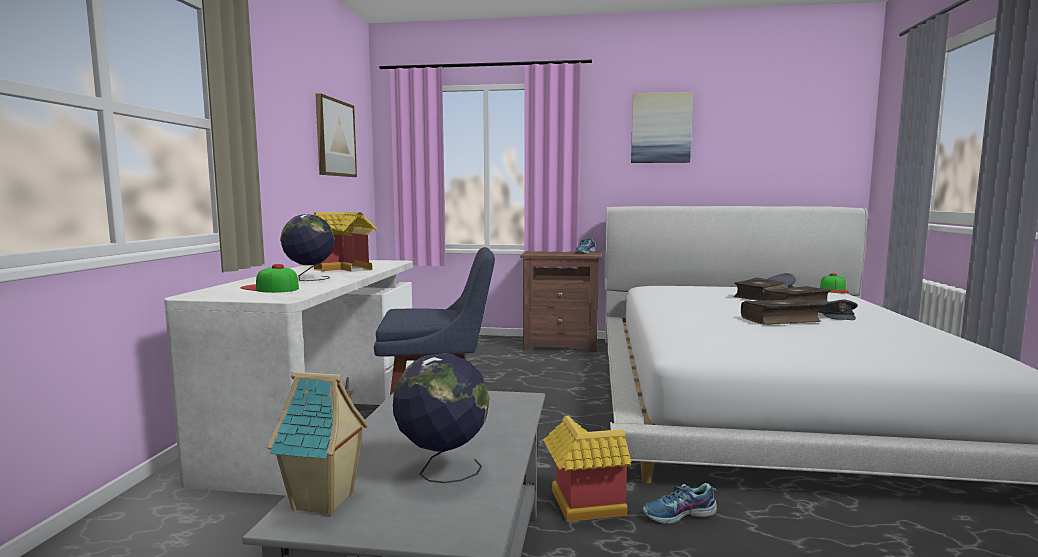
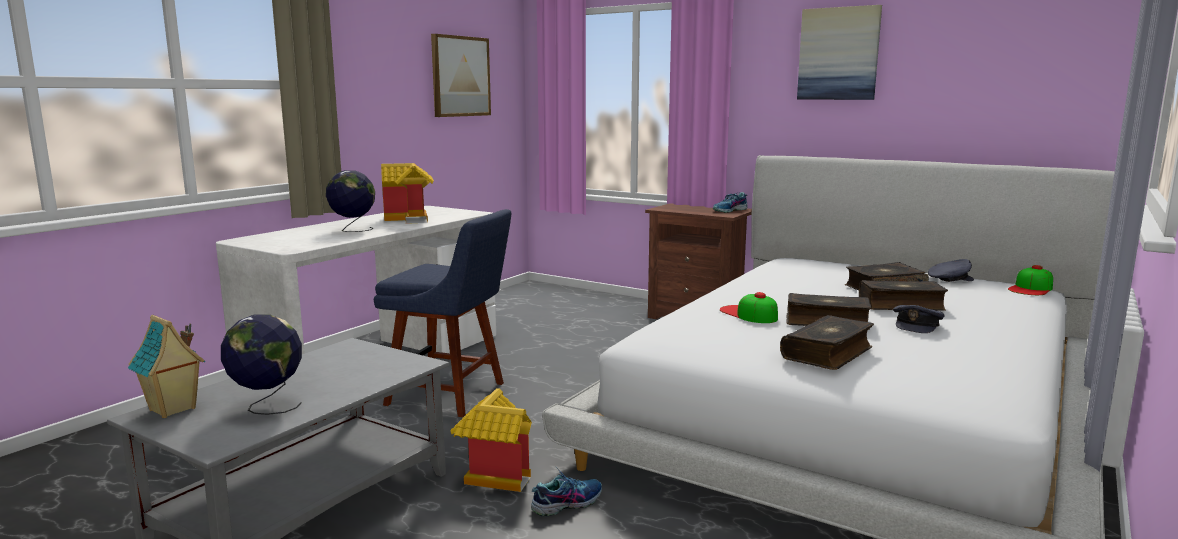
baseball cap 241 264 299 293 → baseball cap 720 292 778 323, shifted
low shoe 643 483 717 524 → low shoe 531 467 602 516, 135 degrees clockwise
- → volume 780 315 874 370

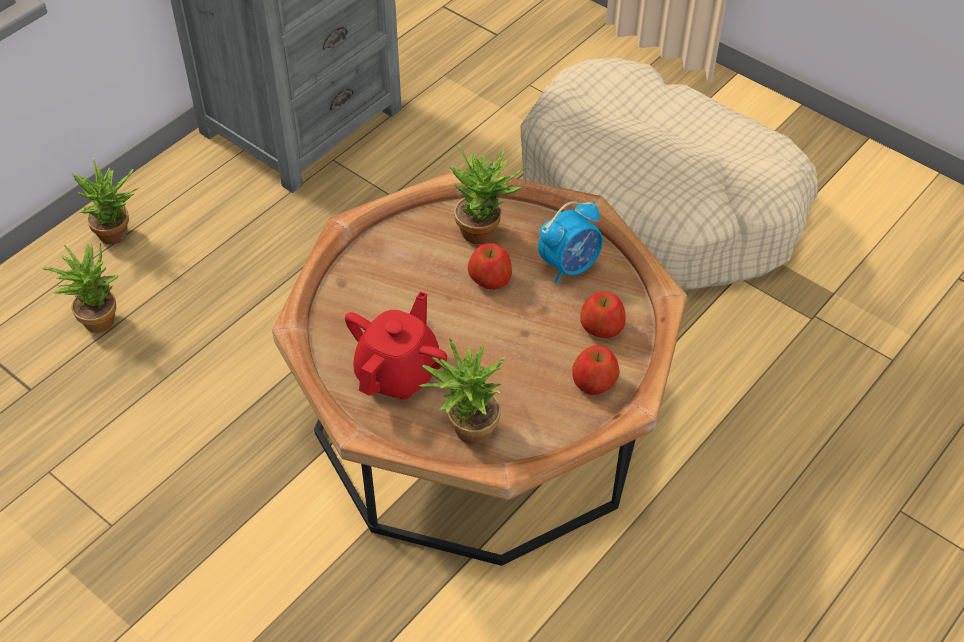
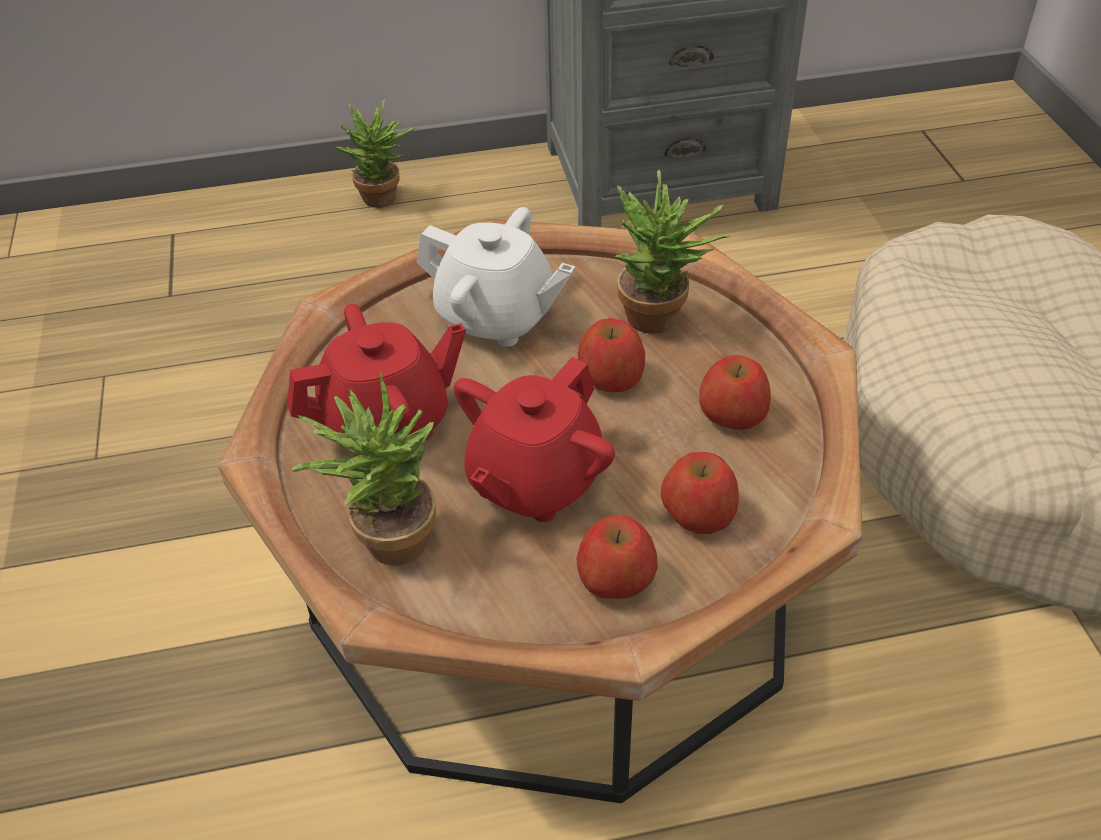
bedside clock 538 201 603 284 → apple 699 355 771 430
houseplant 43 243 119 333 → -
- → pot for tea (white-coloured) 417 207 575 347
- → pot for tea (red) 454 357 615 522

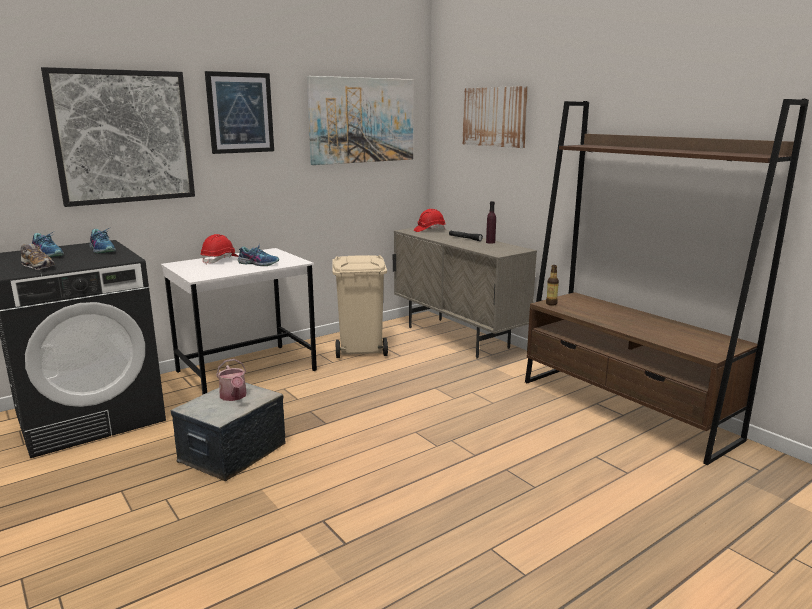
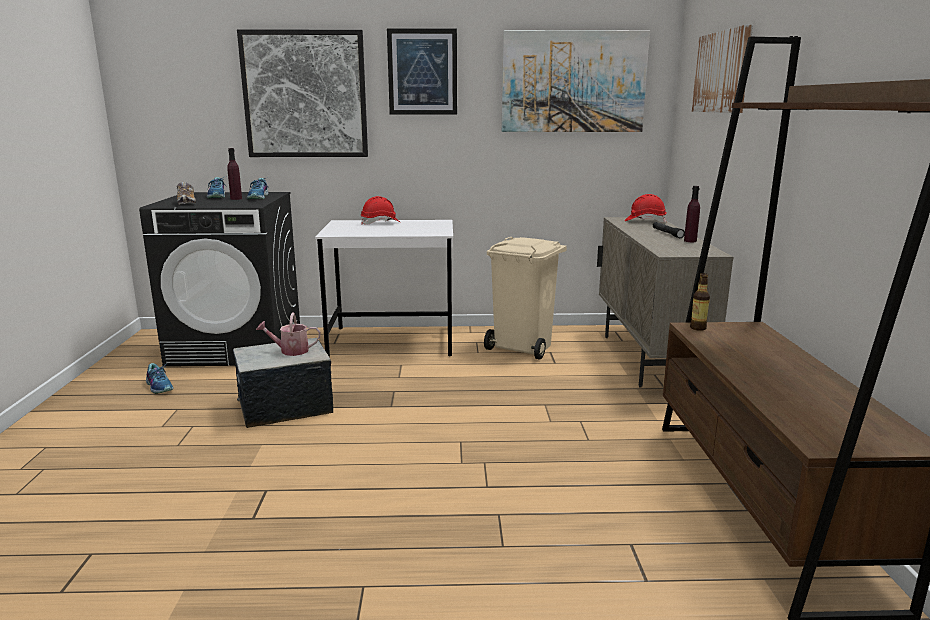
low shoe 238 244 279 266 → low shoe 146 363 174 394, shifted
watering can 216 359 247 401 → watering can 256 313 321 356, 75 degrees clockwise
- → beverage bottle (purple) 227 148 242 200

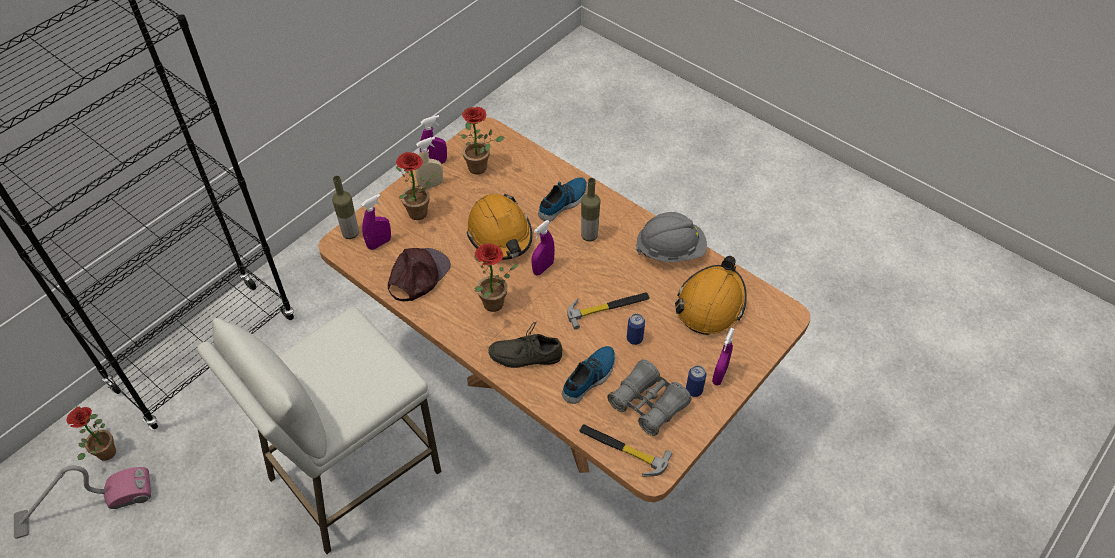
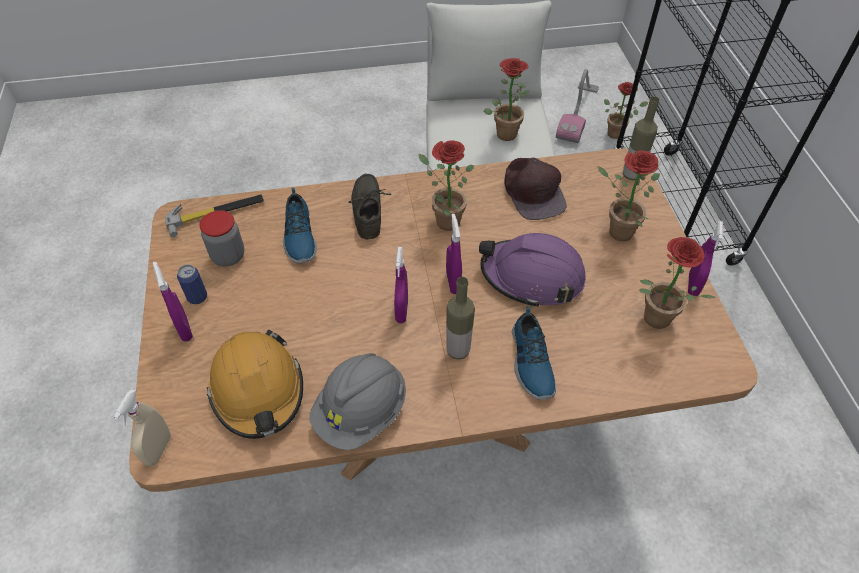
hand sprayer (beige) 415 137 443 189 → hand sprayer (beige) 114 390 171 466, shifted
hand sprayer (purple) 361 194 391 250 → hand sprayer (purple) 394 247 408 323, shifted
work helmet (orange-coloured) 467 194 532 260 → work helmet (purple) 479 233 586 307
hammer 568 292 650 330 → -
sealed can 627 313 645 345 → -
low shoe (greyish) 488 322 562 368 → low shoe (greyish) 349 174 391 240, 45 degrees counterclockwise
field glasses (greyish) 607 359 691 436 → storage jar 199 210 244 266
- → houseplant 484 58 530 141

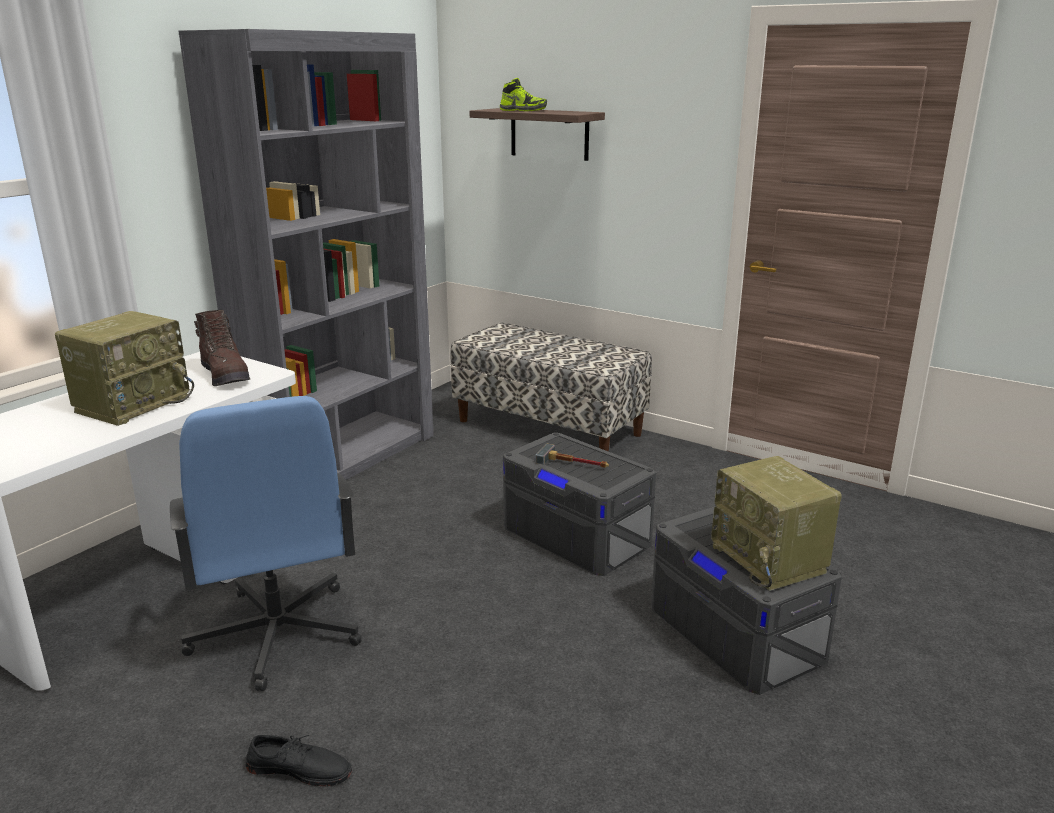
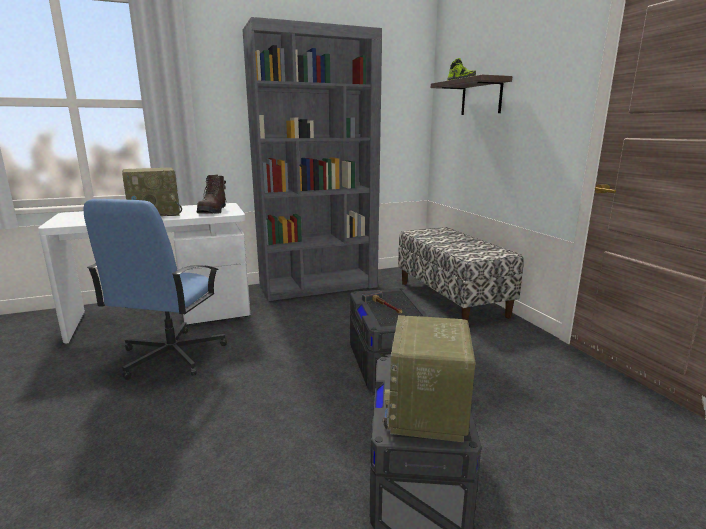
low shoe (blackish) 246 735 352 786 → -

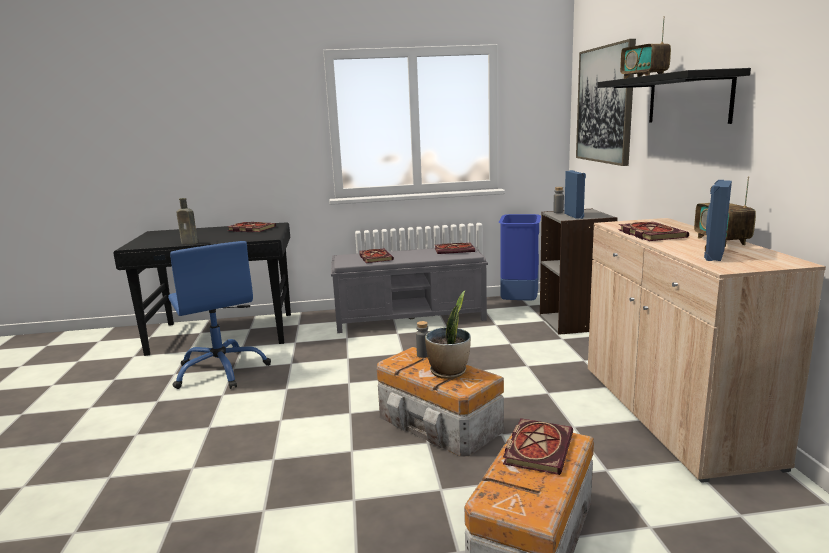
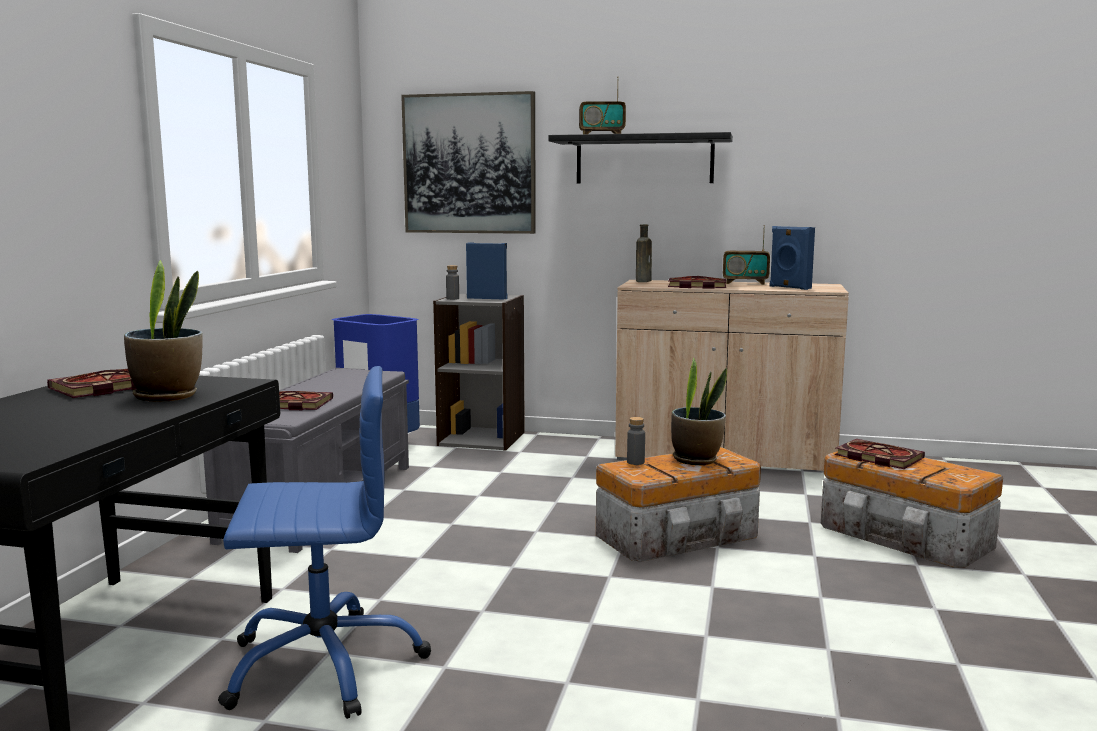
beverage bottle (brown) 176 198 198 244 → beverage bottle (brown) 636 224 652 282, shifted
volume 435 243 475 254 → -
- → houseplant 124 260 202 402

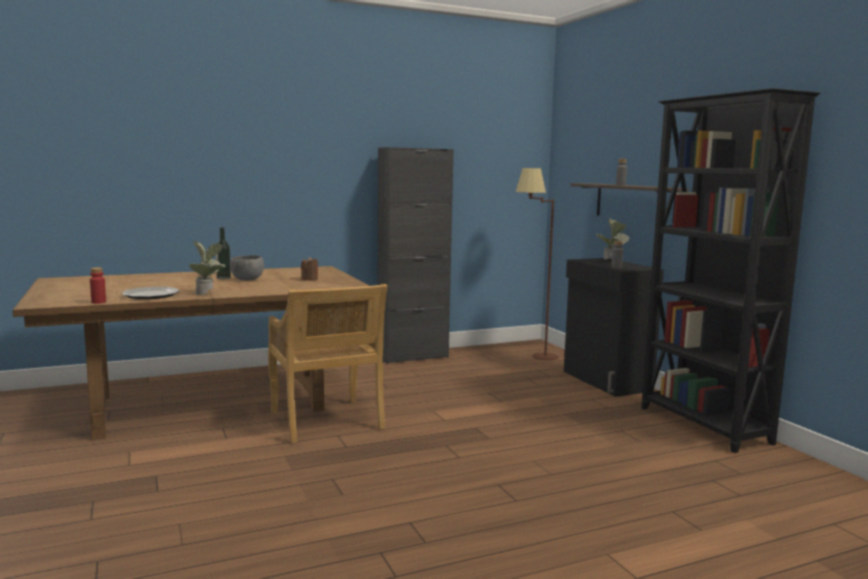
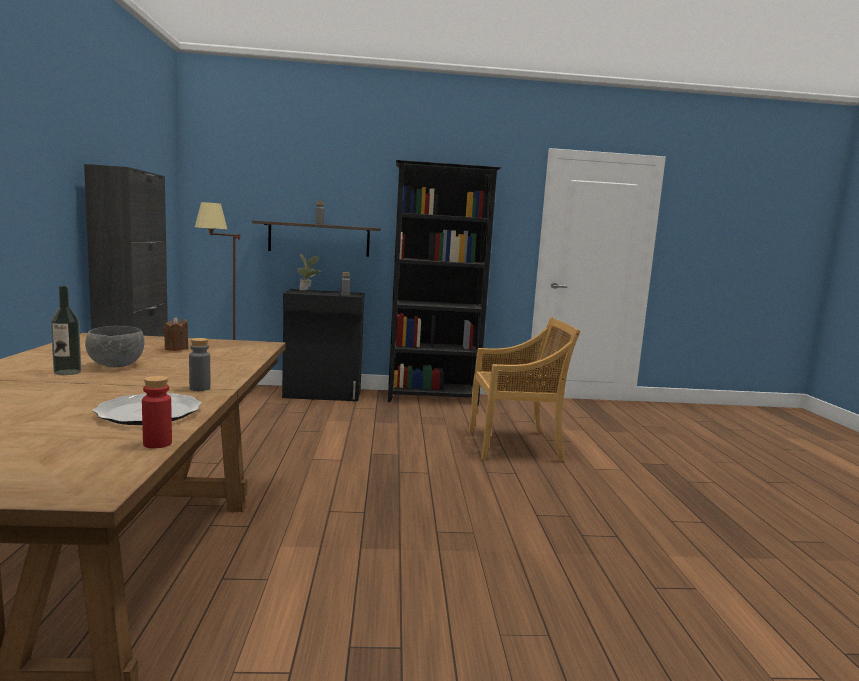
houseplant 189 241 226 295 → beverage bottle (greyish) 189 338 210 391
plain chair (beige) 268 284 388 443 → plain chair (beige) 468 317 581 461, shifted

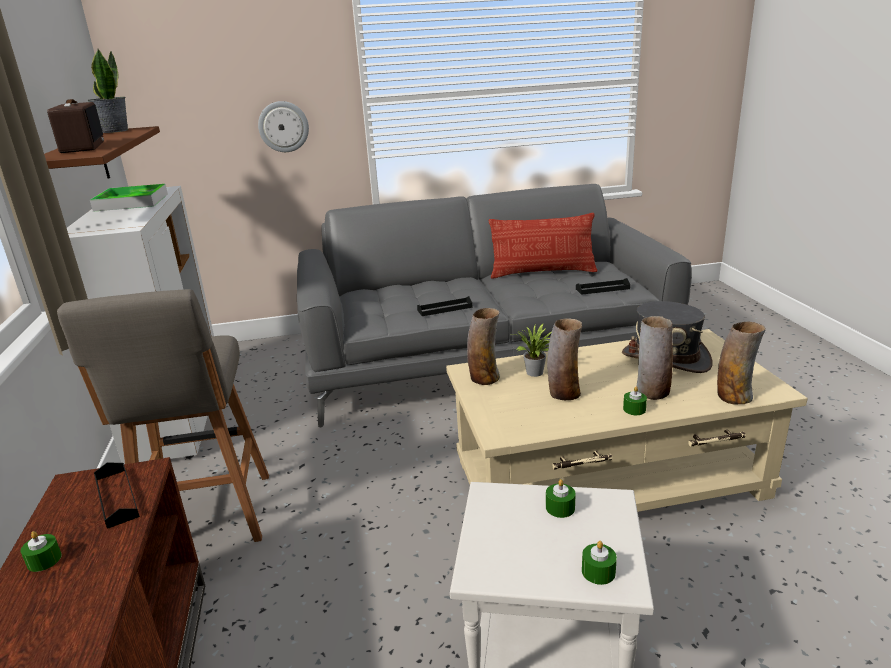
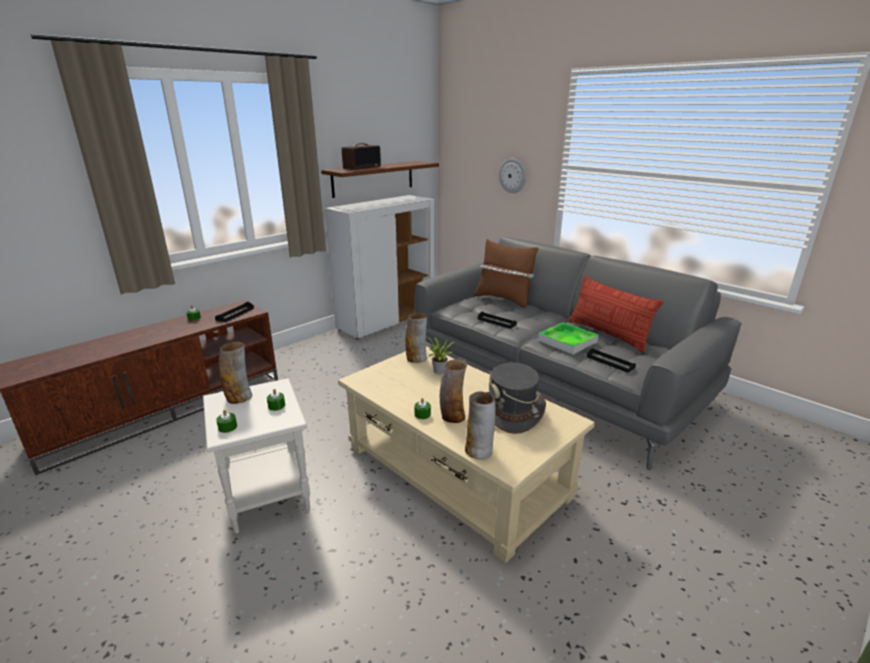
houseplant 87 49 128 133 → -
serving tray 90 184 168 212 → serving tray 538 322 598 355, shifted
sitting stool (greyish) 57 289 269 542 → -
decorative vase 547 318 582 400 → decorative vase 219 342 252 404, shifted
- → pillow (brown) 474 239 539 308

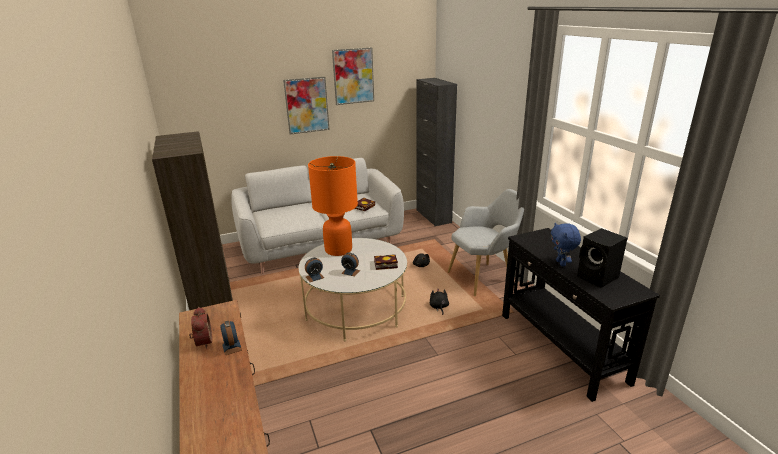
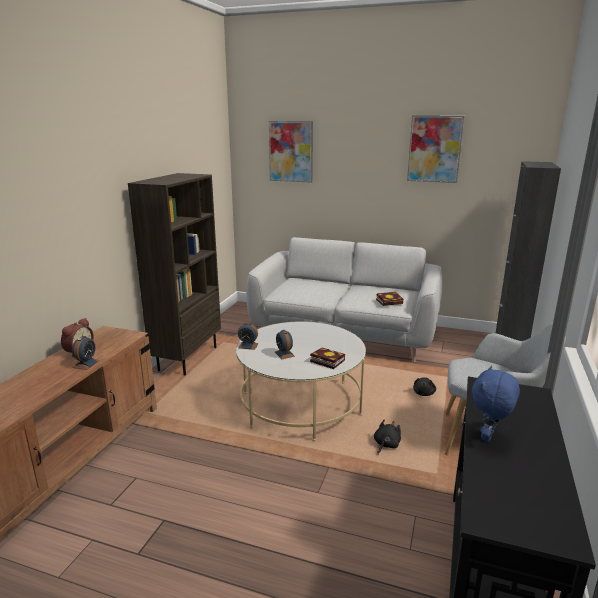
wall picture 283 77 330 134 → wall picture 269 121 313 183, shifted
table lamp (orange-coloured) 308 156 358 256 → -
loudspeaker (blackish) 577 228 627 288 → -

